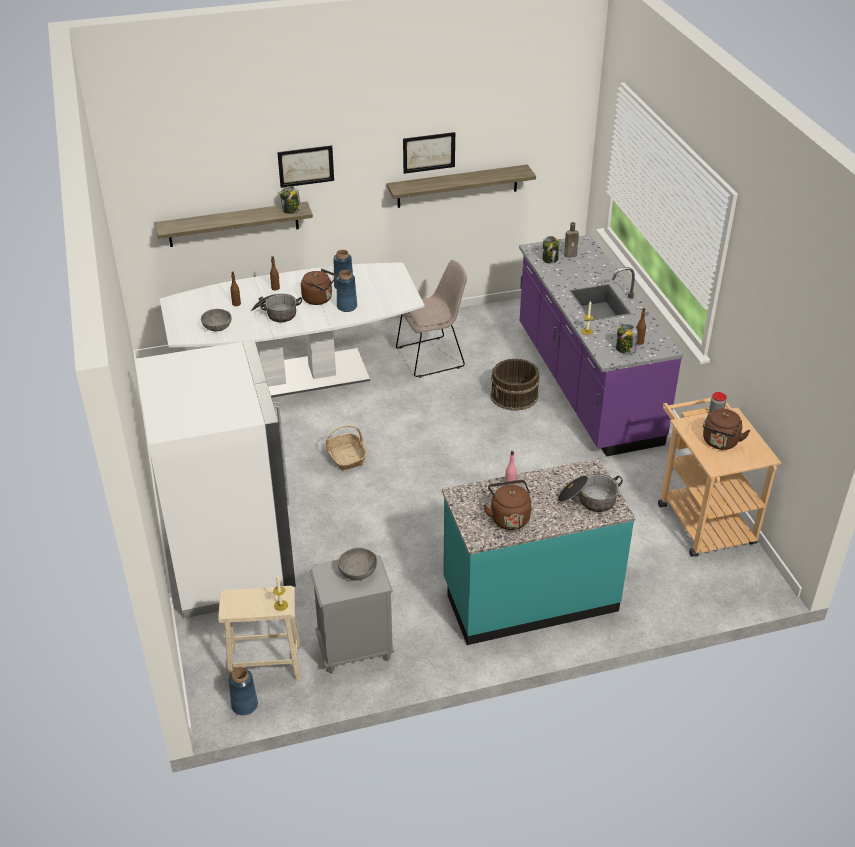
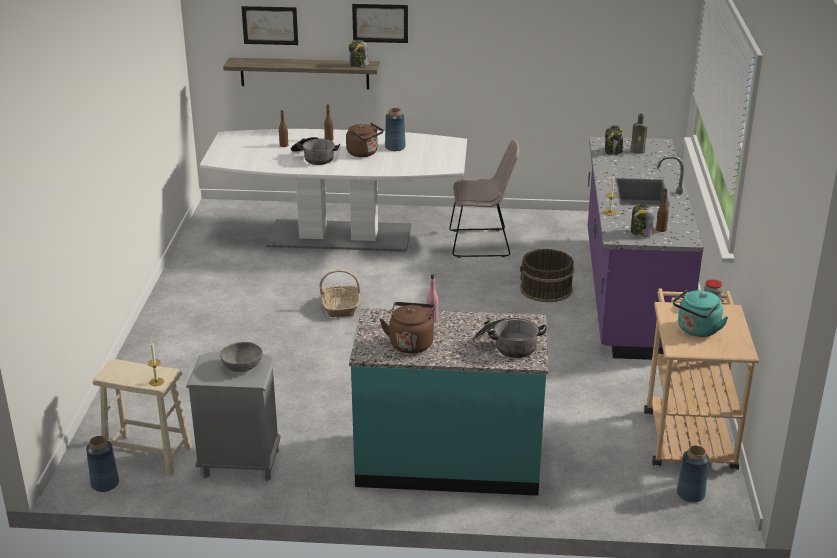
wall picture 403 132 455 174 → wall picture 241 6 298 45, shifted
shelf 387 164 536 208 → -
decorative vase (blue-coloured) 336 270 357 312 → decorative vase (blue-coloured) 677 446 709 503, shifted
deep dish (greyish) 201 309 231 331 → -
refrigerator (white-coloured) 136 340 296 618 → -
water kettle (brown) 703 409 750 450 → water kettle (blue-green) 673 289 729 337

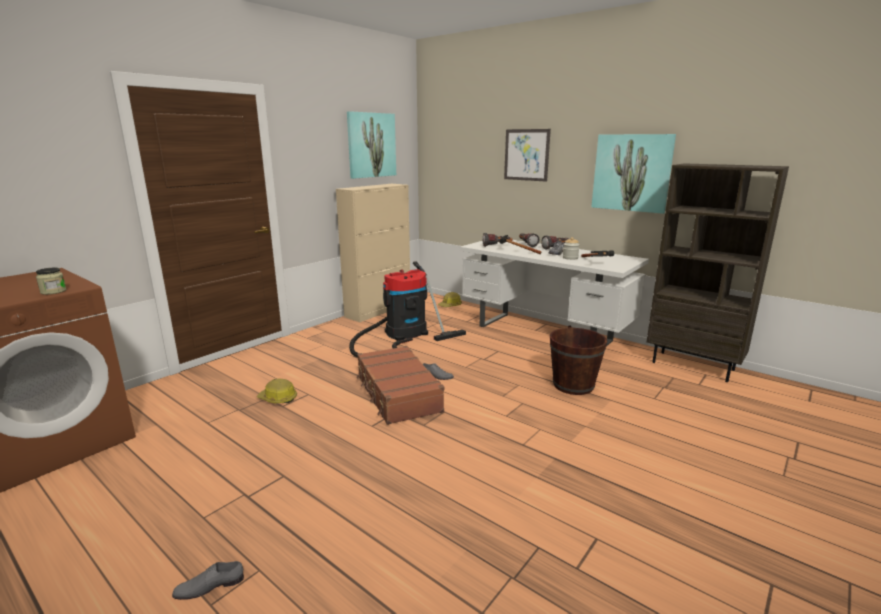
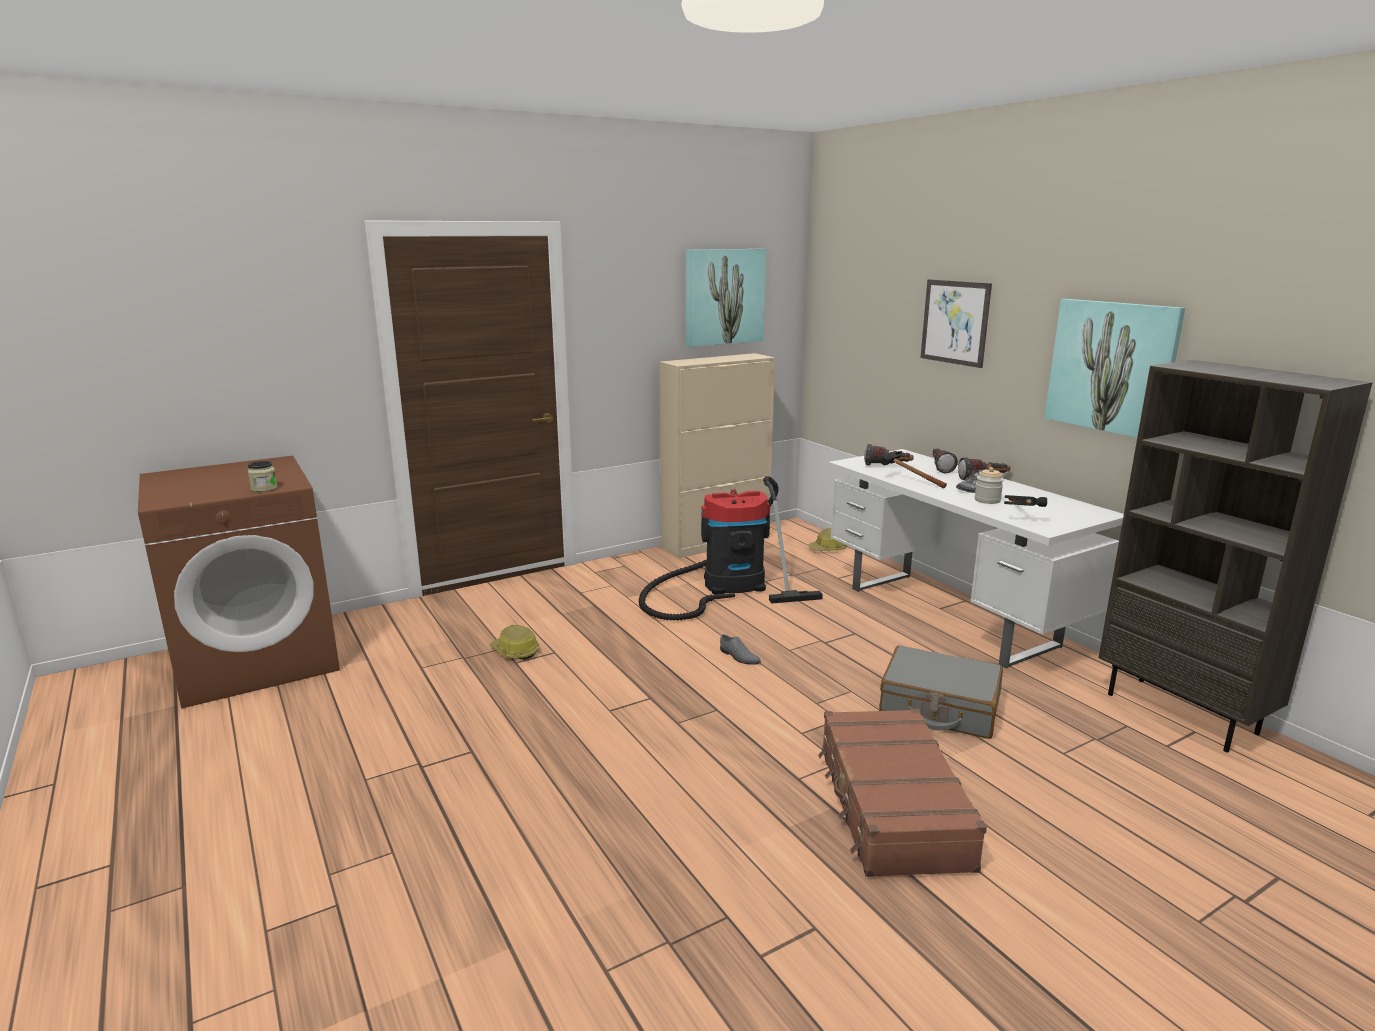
bucket (brown) 550 325 607 395 → travel case (greyish) 879 645 1003 739
travel case (brown) 356 346 444 425 → travel case (brown) 818 709 987 877, shifted
low shoe (greyish) 172 561 244 600 → -

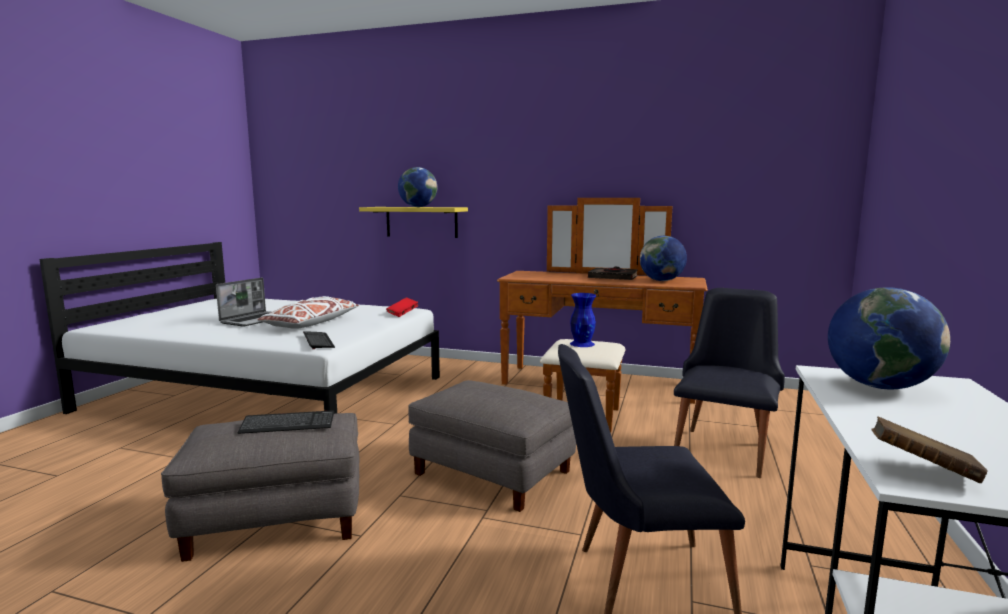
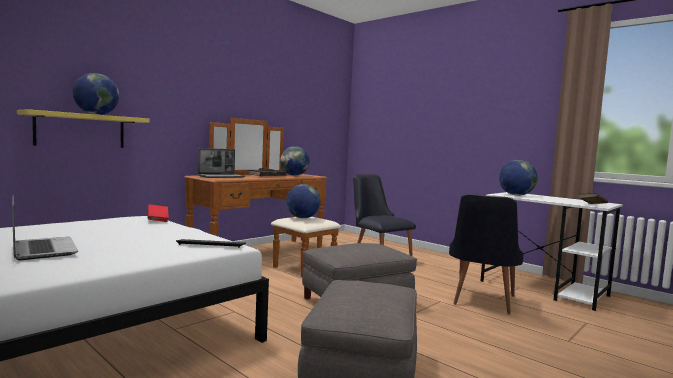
decorative vase (blue-coloured) 570 293 596 347 → world globe 286 184 321 219
pillow (white-coloured) 257 296 359 329 → -
computer keyboard 238 410 334 434 → -
- → notebook computer 198 148 245 178

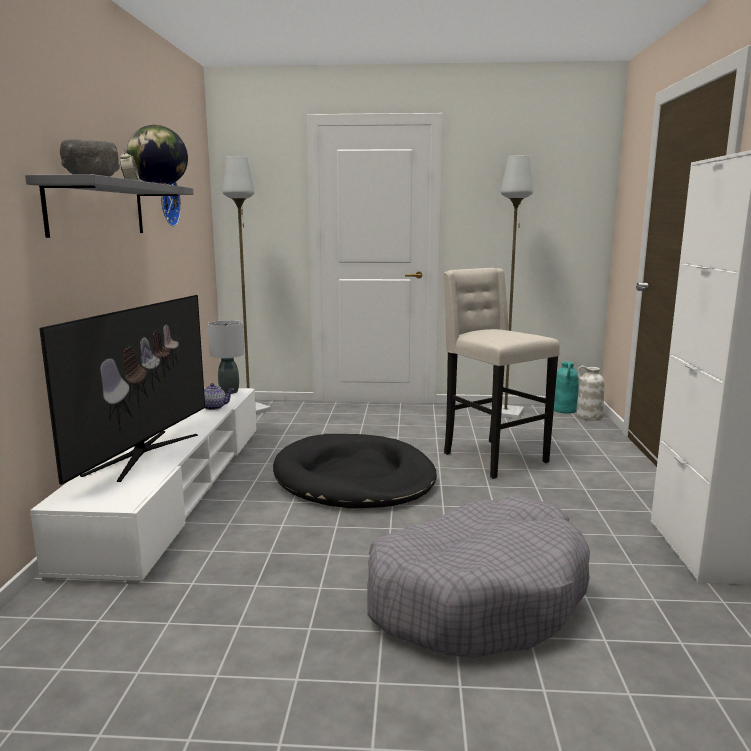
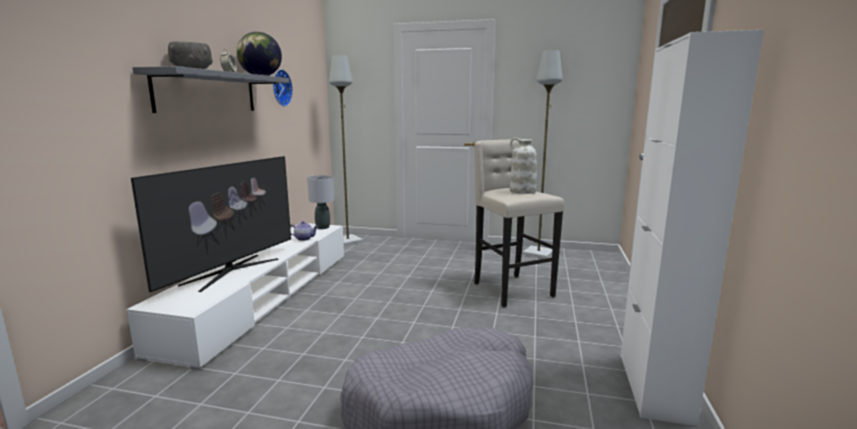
decorative vase (blue-green) 554 362 579 414 → -
decorative vase (white-coloured) 576 366 604 421 → decorative vase (white-coloured) 510 137 537 194, shifted
dog bed (blackish) 273 434 437 509 → -

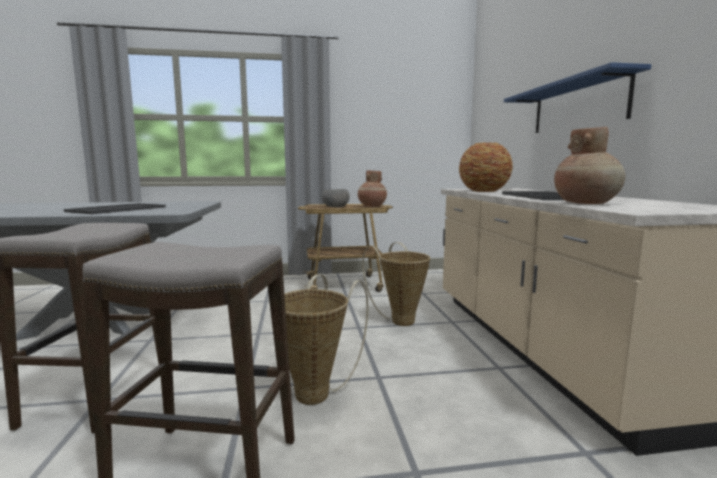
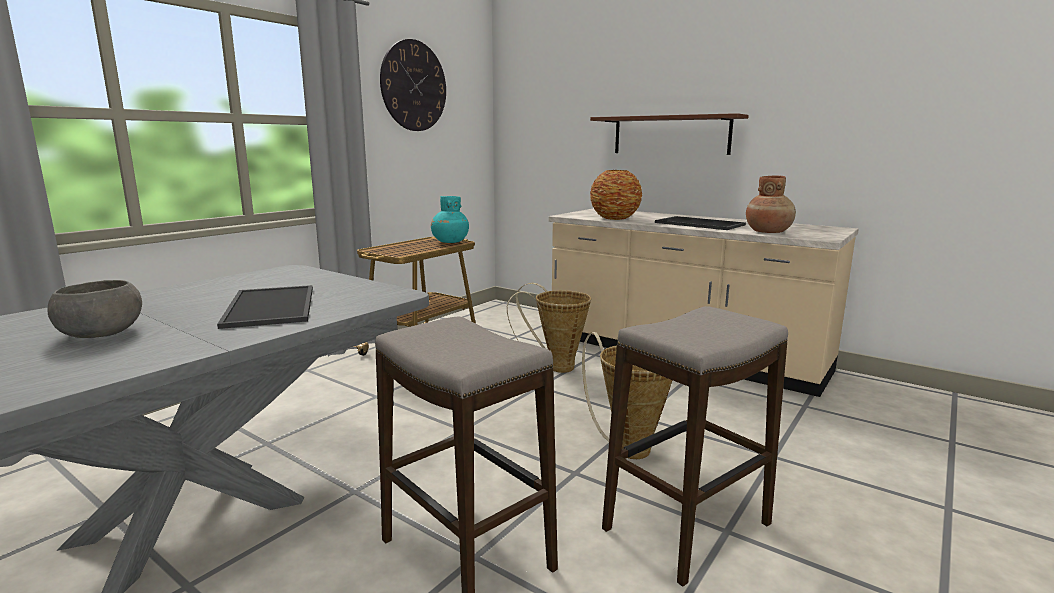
shelf (blue-coloured) 504 62 651 133 → shelf (brown) 590 113 749 155
decorative vase (brown) 358 170 387 207 → decorative vase (blue-green) 431 196 469 243
deep dish (greyish) 322 189 350 207 → deep dish (greyish) 47 280 142 338, shifted
- → wall clock 380 39 446 131

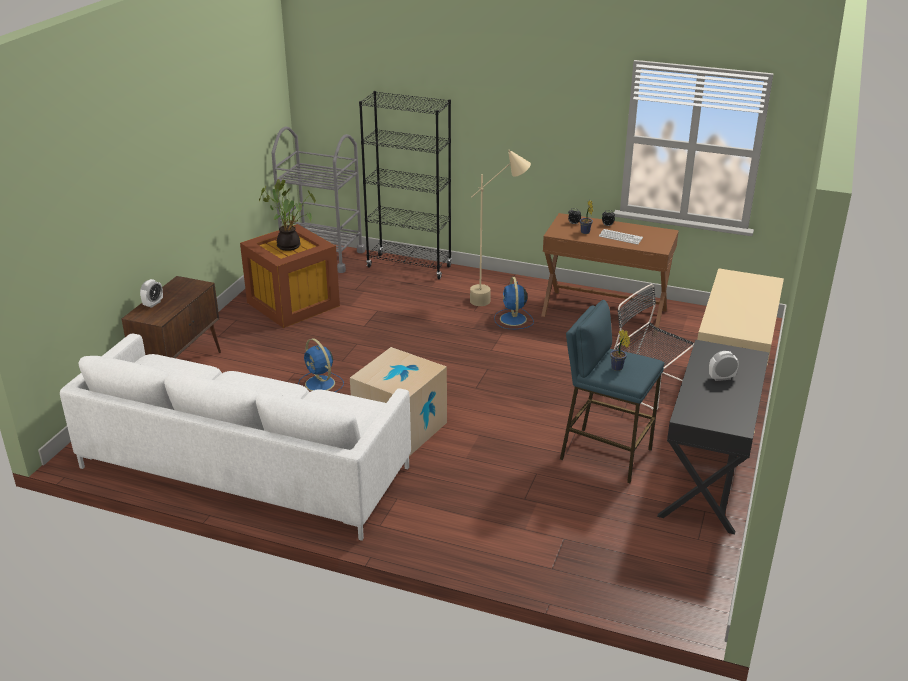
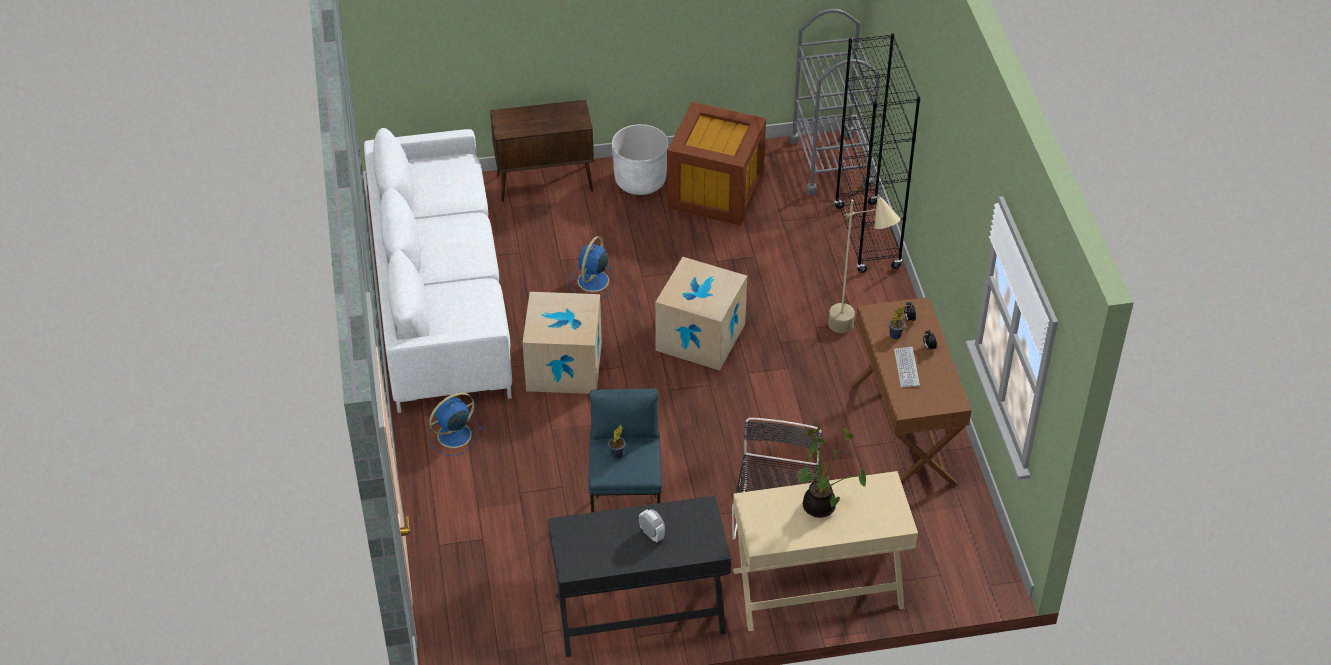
houseplant 259 179 316 251 → houseplant 798 427 866 518, shifted
cooling fan (blue-coloured) 494 277 534 329 → cooling fan (blue-coloured) 428 392 482 456, shifted
bedside clock 140 279 163 308 → -
- → plant pot (white-coloured) 612 124 669 195
- → packing box 655 257 747 370

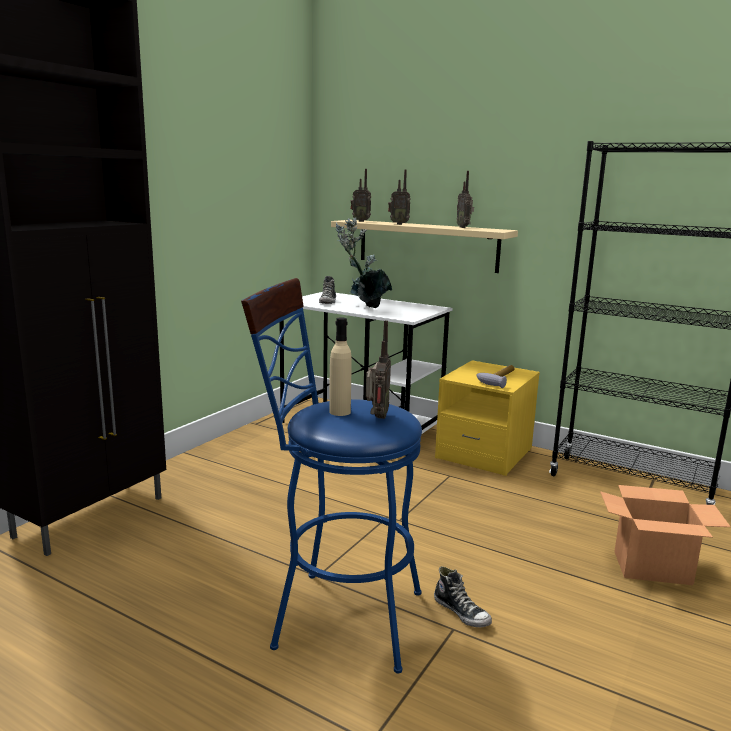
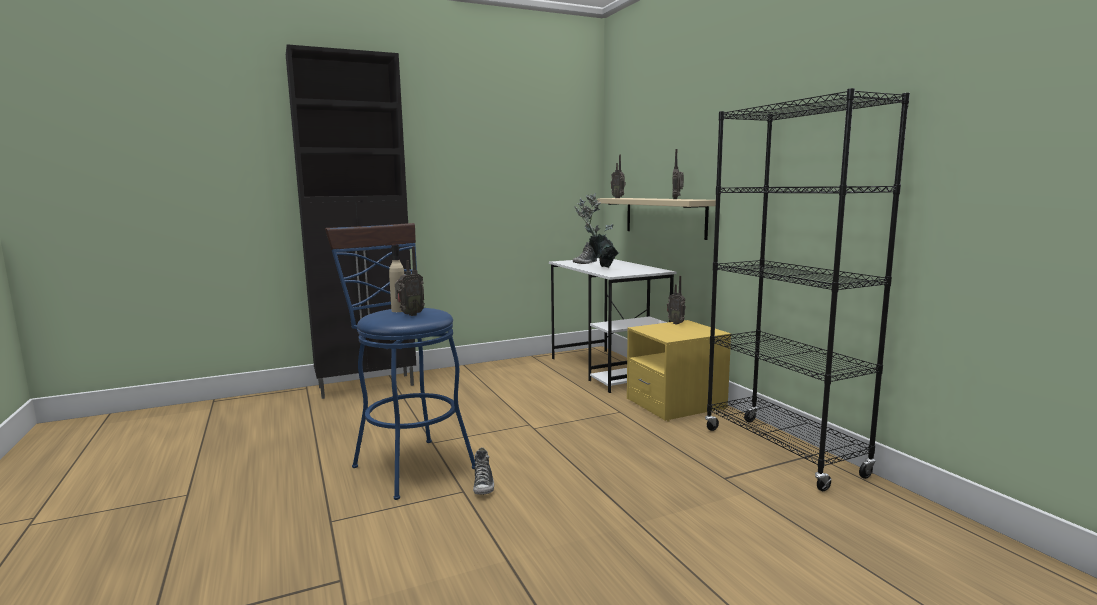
radio 388 169 411 225 → radio 667 276 686 325, shifted
hammer 476 365 514 388 → -
packing box 600 485 731 585 → -

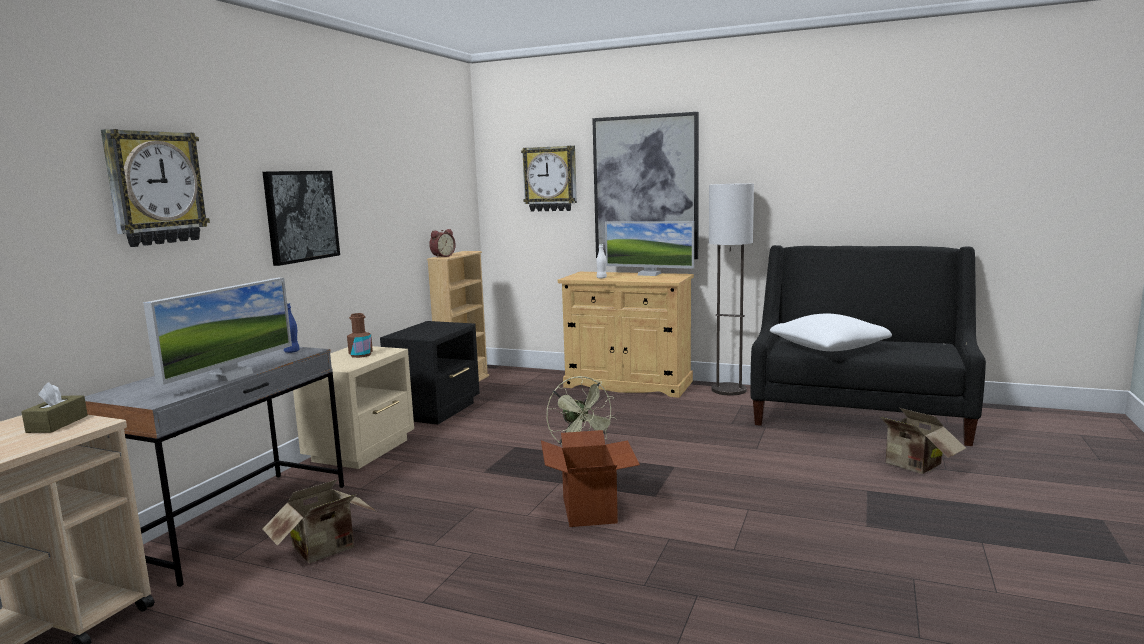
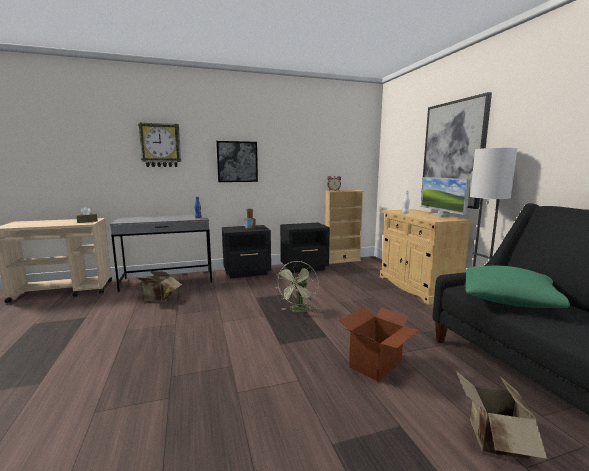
wall clock 521 146 577 211 → -
monitor 143 278 292 385 → -
pillow (white-coloured) 770 314 892 351 → pillow (green-coloured) 465 266 570 308
night table (beige) 293 346 414 469 → night table (blackish) 222 225 271 278
packing box 541 430 640 527 → packing box 339 307 420 382, shifted

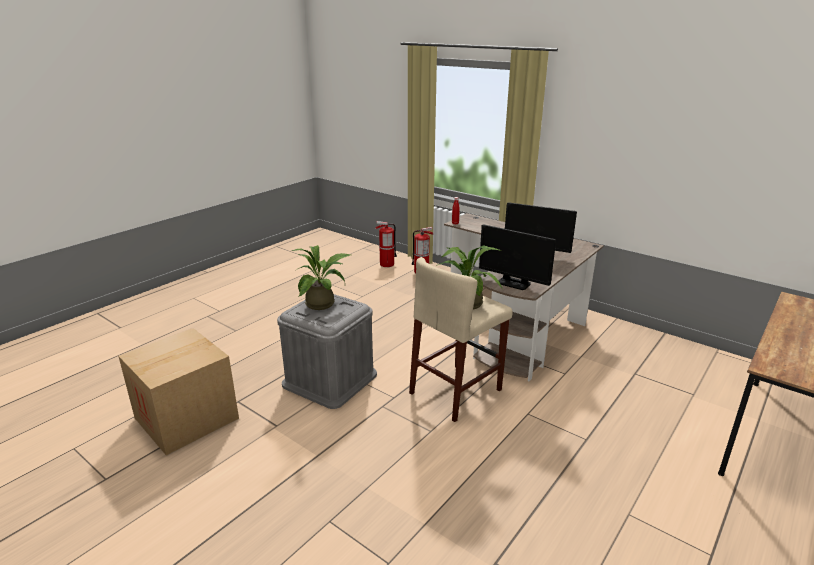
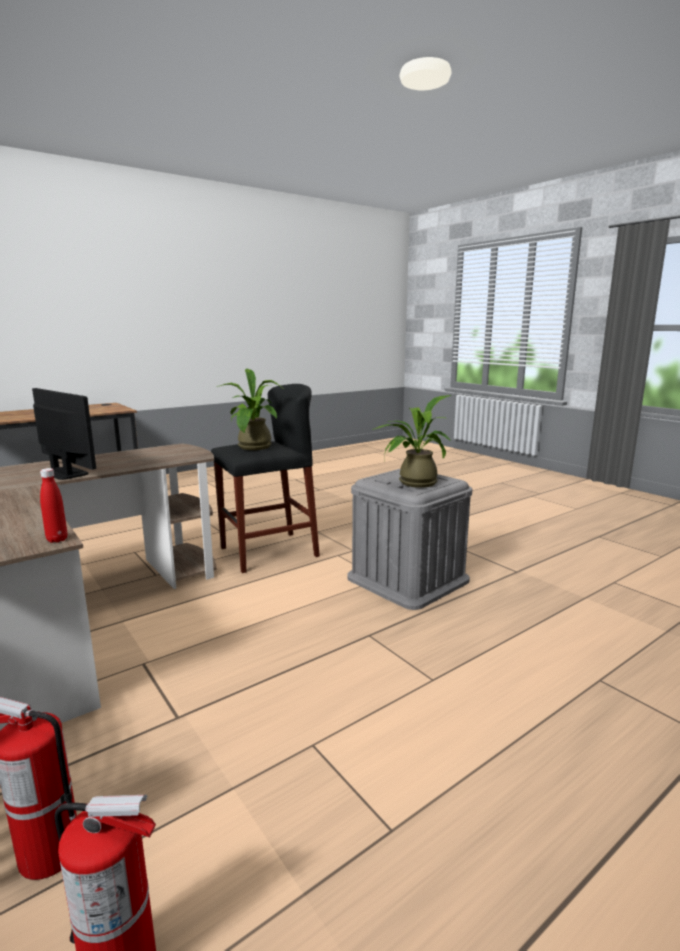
monitor 479 224 556 290 → -
sitting stool (beige) 409 257 513 422 → sitting stool (blackish) 211 384 320 573
packing box 118 328 239 456 → -

